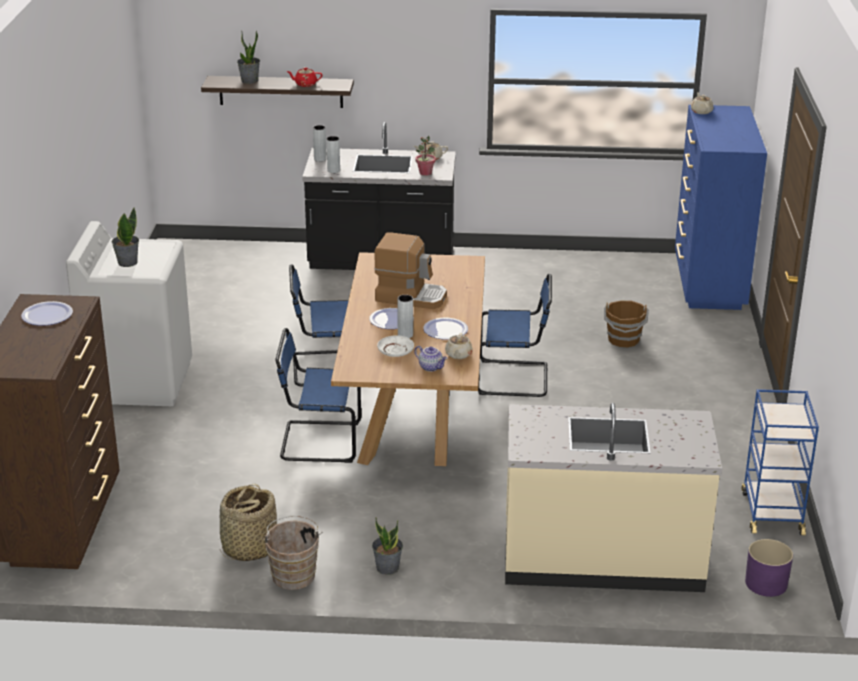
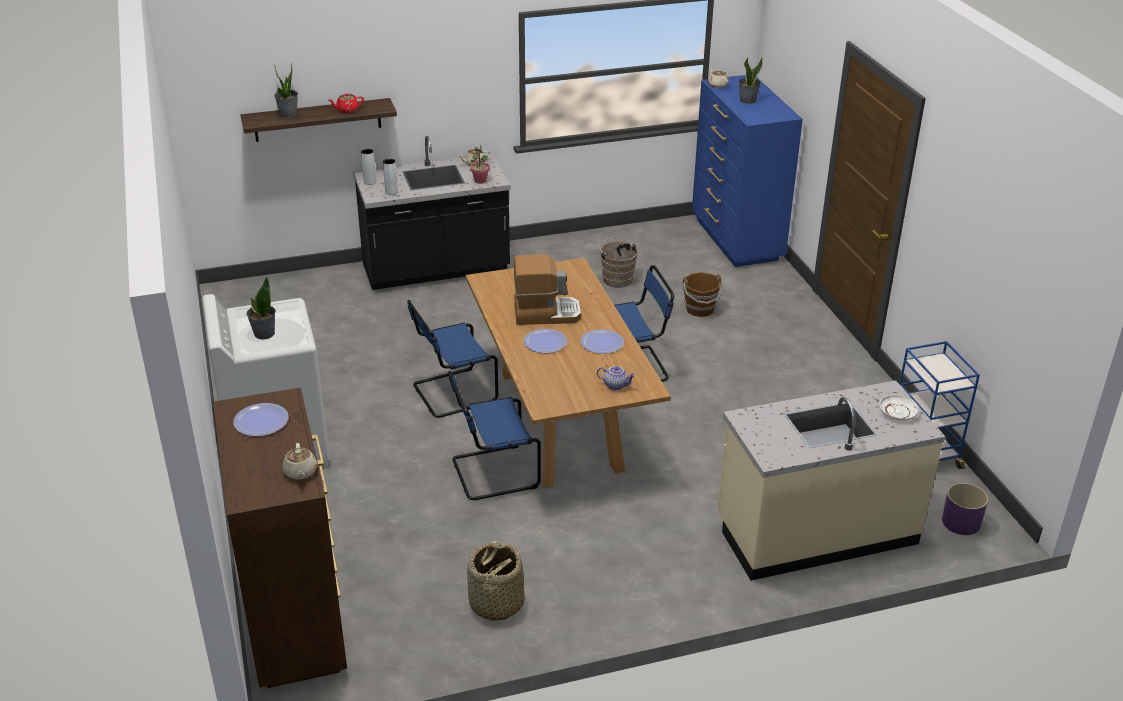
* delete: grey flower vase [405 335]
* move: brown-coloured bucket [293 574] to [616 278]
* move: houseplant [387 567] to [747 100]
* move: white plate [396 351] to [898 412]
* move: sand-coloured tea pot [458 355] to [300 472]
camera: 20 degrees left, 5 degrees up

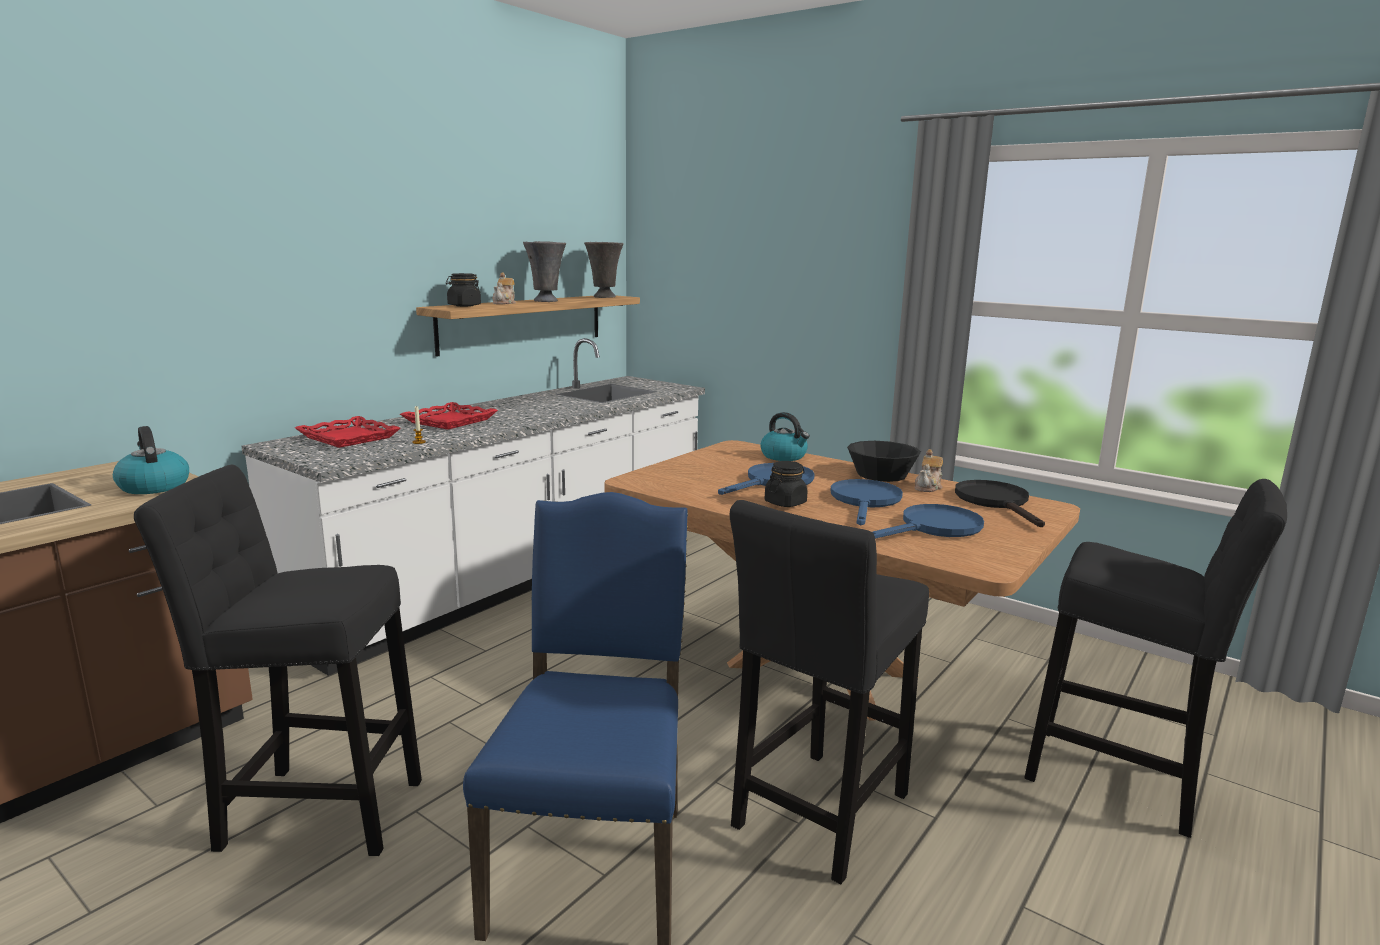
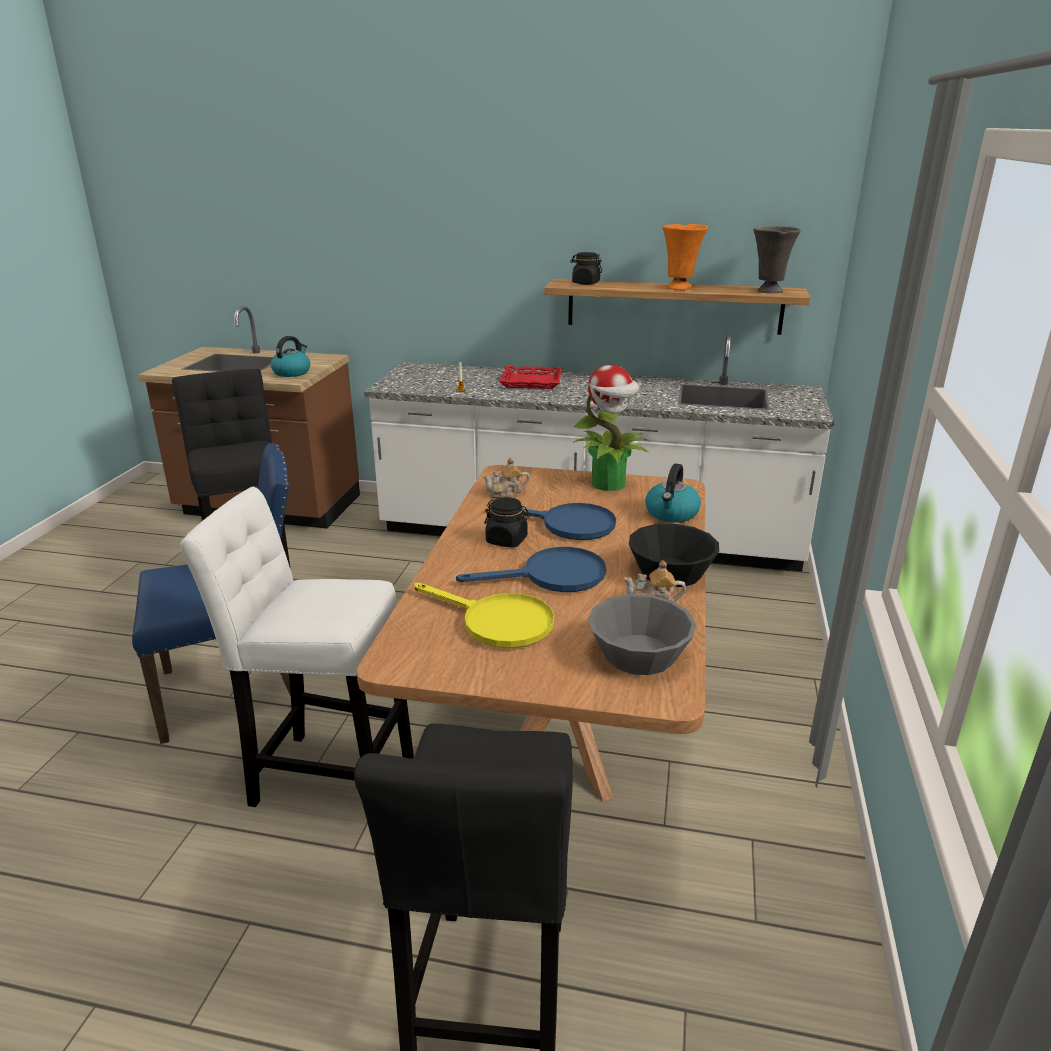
* delete: red-coloured carrying tray [348 438]
* insert: houseplant [609 484]
* move: tea pot [504 303] to [506 494]
* replace: black-coloured skillet [996 502] to grey deep dish [639 654]
* recolor: grey flower vase [546 301] to orange-coloured flower vase [680 288]
* recolor: black-coloured stool [817 816] to white stool [325 777]
* recolor: blue-coloured skillet [933 528] to yellowish skillet [497 622]
camera: 65 degrees right, 10 degrees up

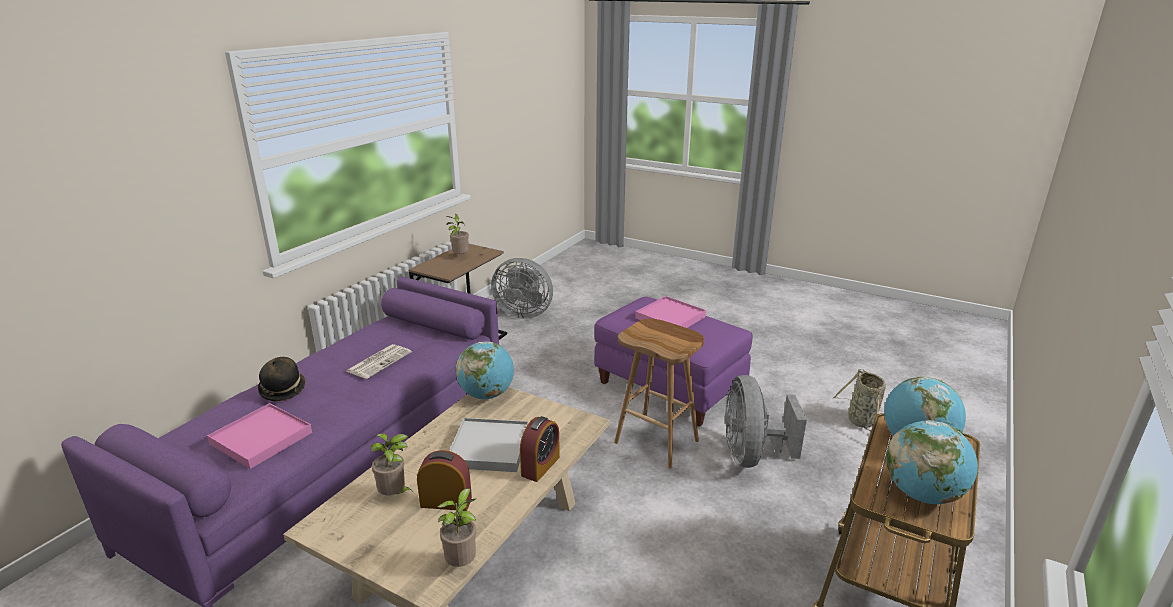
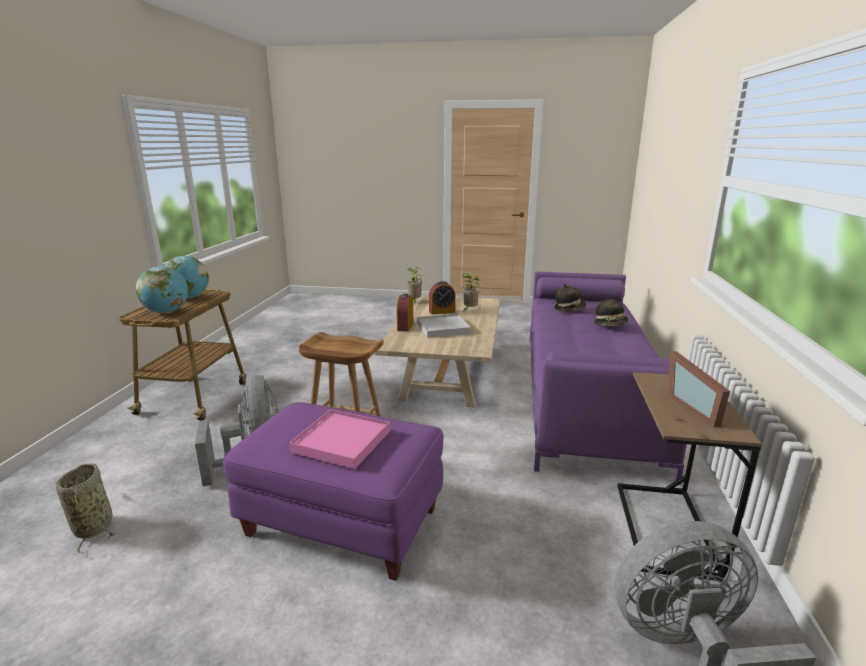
* delete: newspaper [379 361]
* delete: desk globe [487 395]
* replace: pink-coloured carrying tray [261 438] to hat [569 309]
* replace: houseplant [459 257] to photo frame [696 408]
camera: 160 degrees right, 5 degrees down

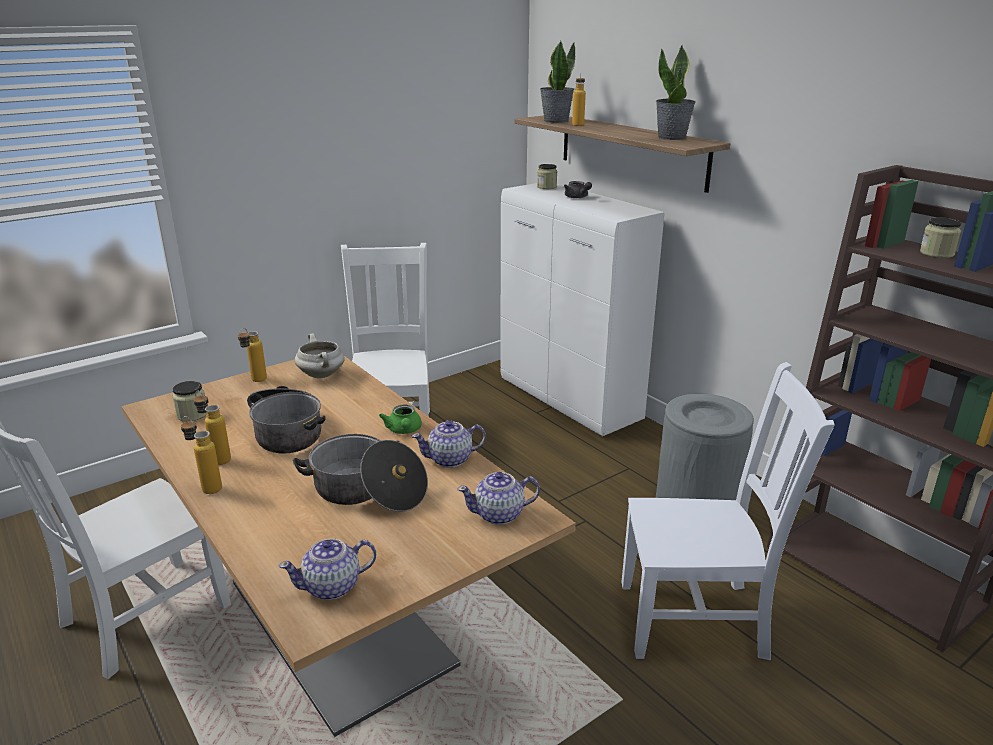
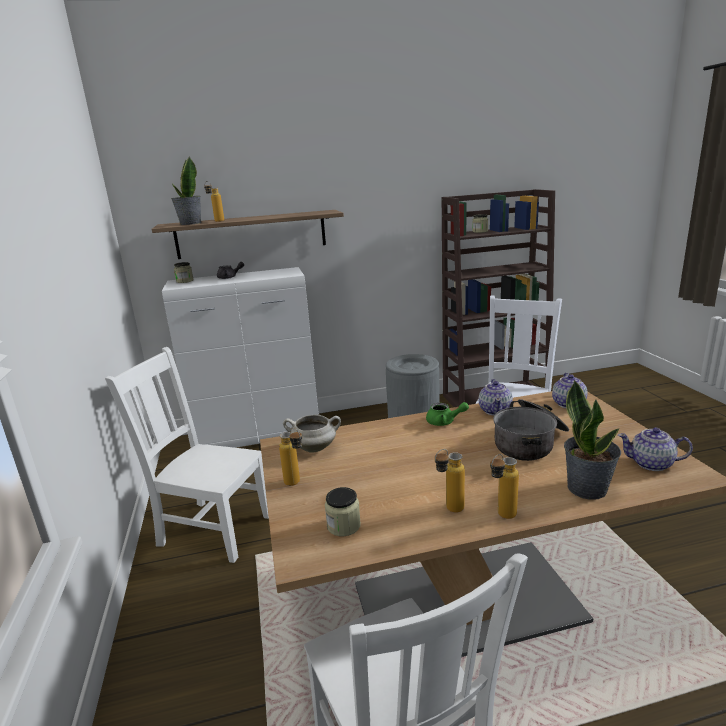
* delete: saucepot [288 432]
* move: houseplant [672 137] to [587 488]
* rotate: tea pot [332 586] = [651 464] 105 degrees clockwise
camera: 65 degrees left, 5 degrees down

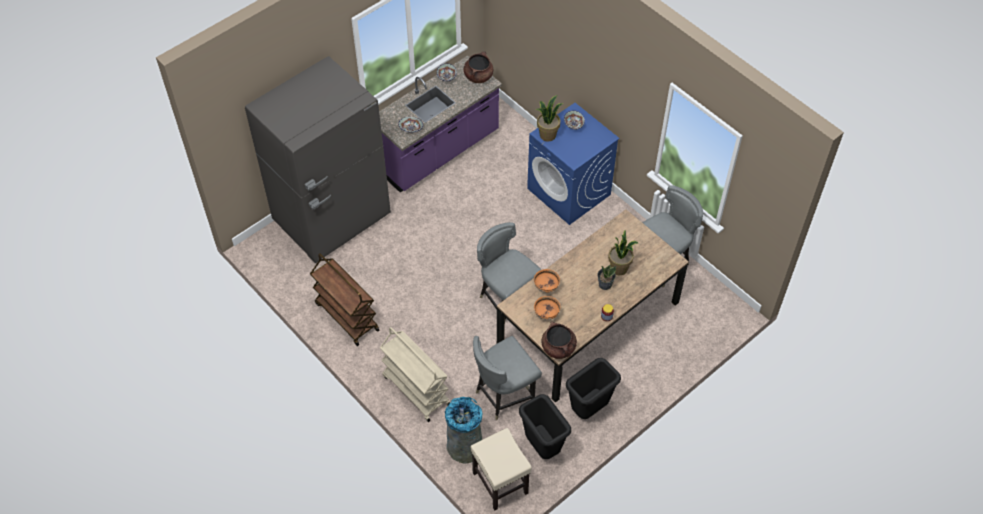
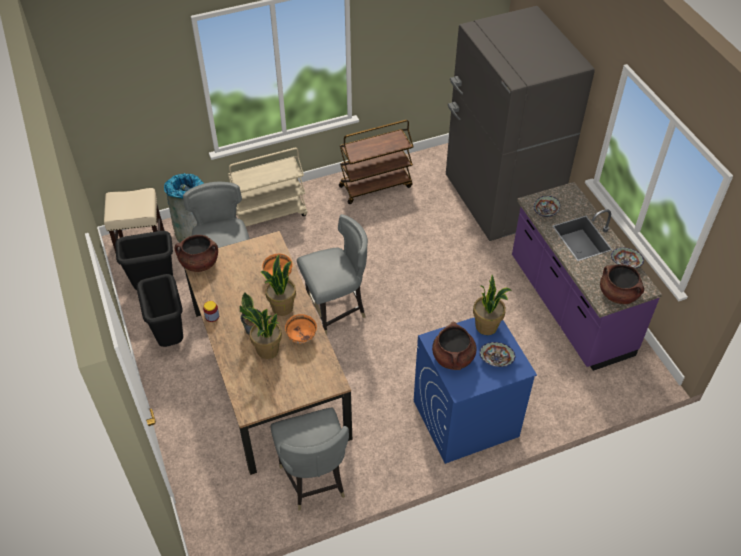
* insert: houseplant [282 307]
* insert: brown-coloured saucepot [453 357]
* move: orange-coloured deep dish [546 314] to [302 337]
camera: 110 degrees right, 5 degrees down

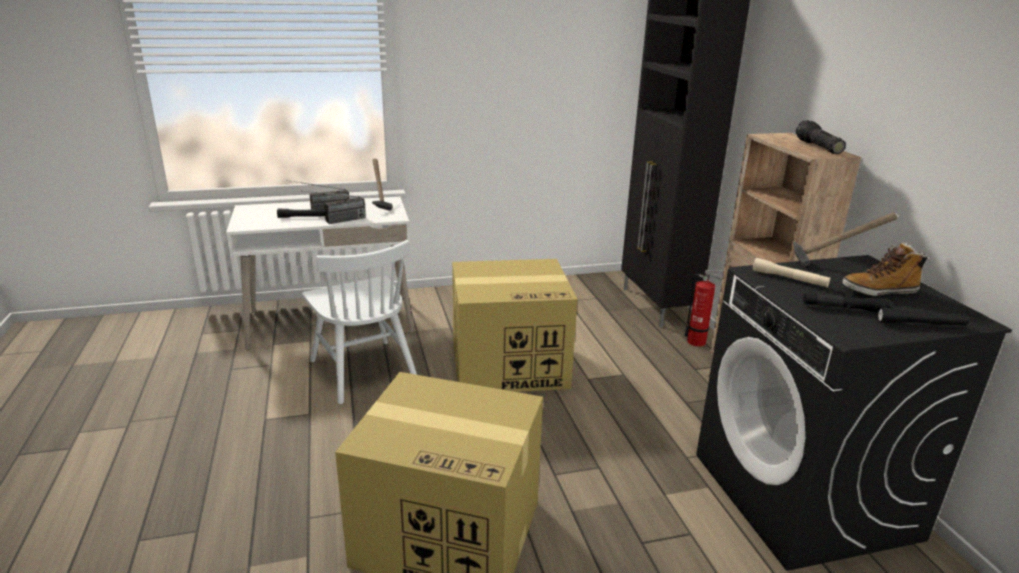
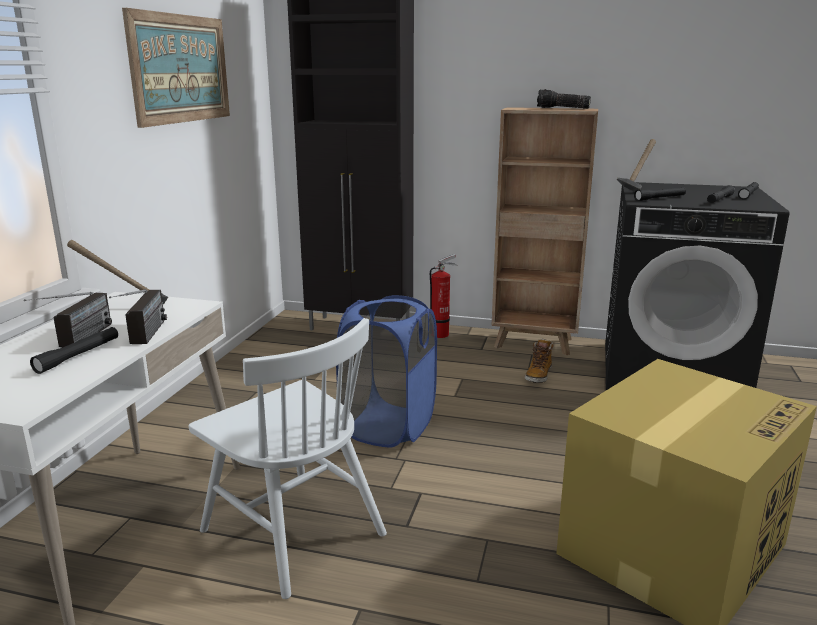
* insert: wall picture [181 69]
* move: high-top boot [879 291] to [538 375]
* replace: packing box [510 365] to blue-coloured washing basket [388 426]
* recolor: sand-coloured torch [789 279] to black-coloured torch [660 198]
* rotate: white plain chair [363 371] = [292 532] 45 degrees clockwise
camera: 60 degrees left, 5 degrees down

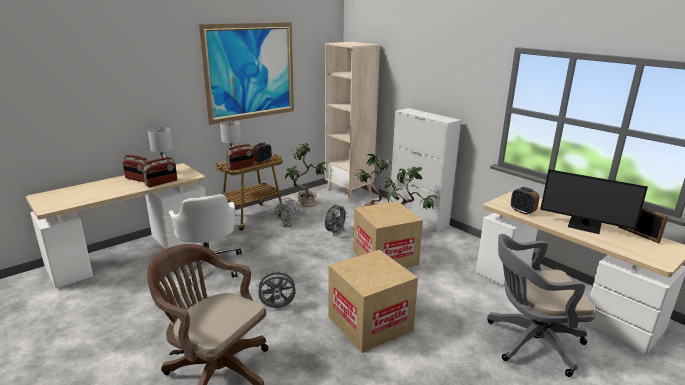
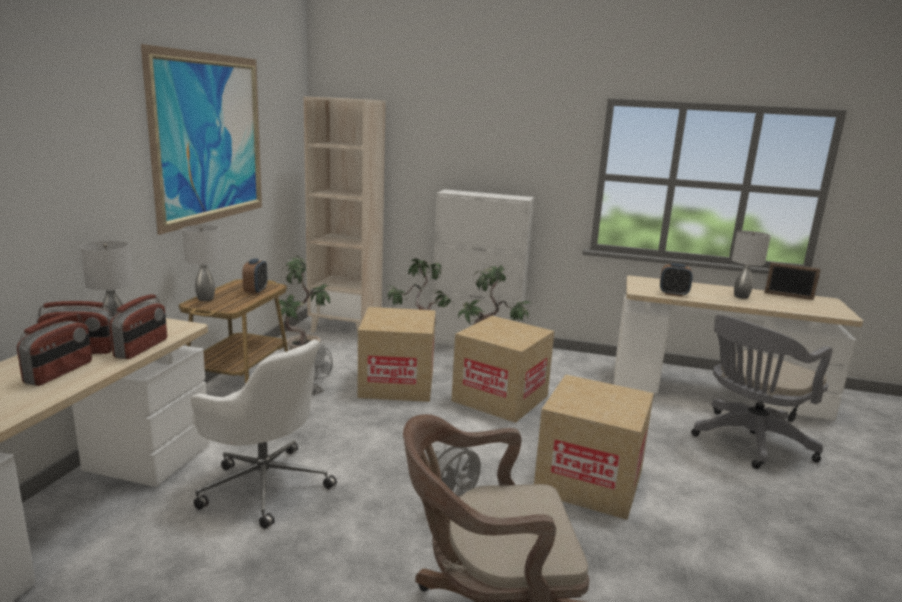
* move: radio receiver [241 167] to [59 372]
* replace: grey fan [335 232] to packing box [397 384]
* replace: monitor [584 225] to grey lamp for a table [741 296]
camera: 35 degrees left, 5 degrees down

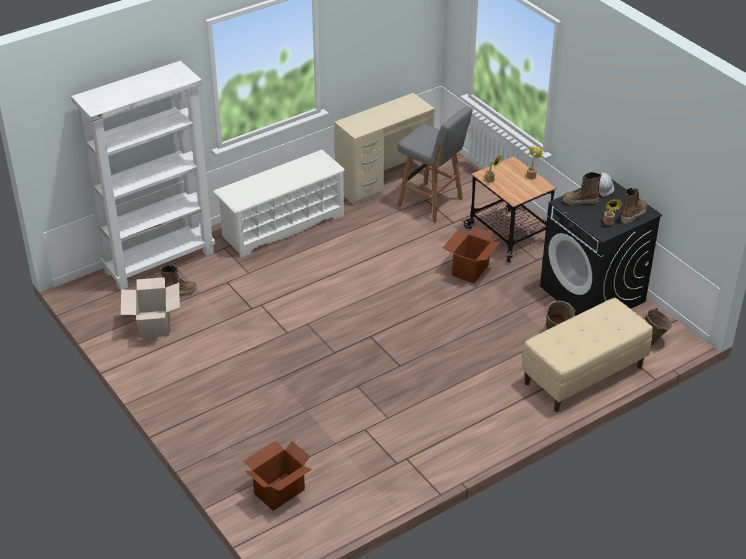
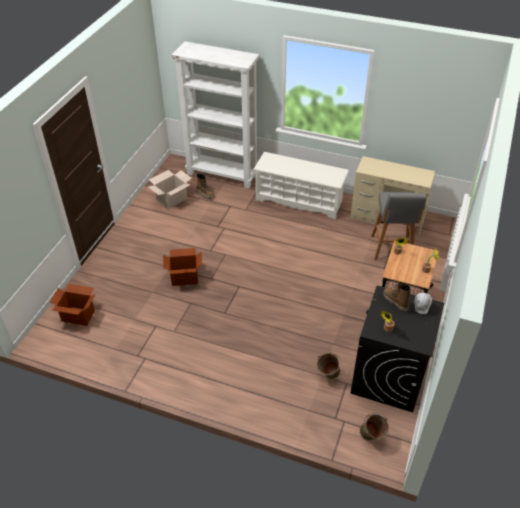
* delete: sand-coloured long seat [583 375]
* delete: high-top boot [633 215]
* move: packing box [470 270] to [184 277]
camera: 55 degrees right, 5 degrees up

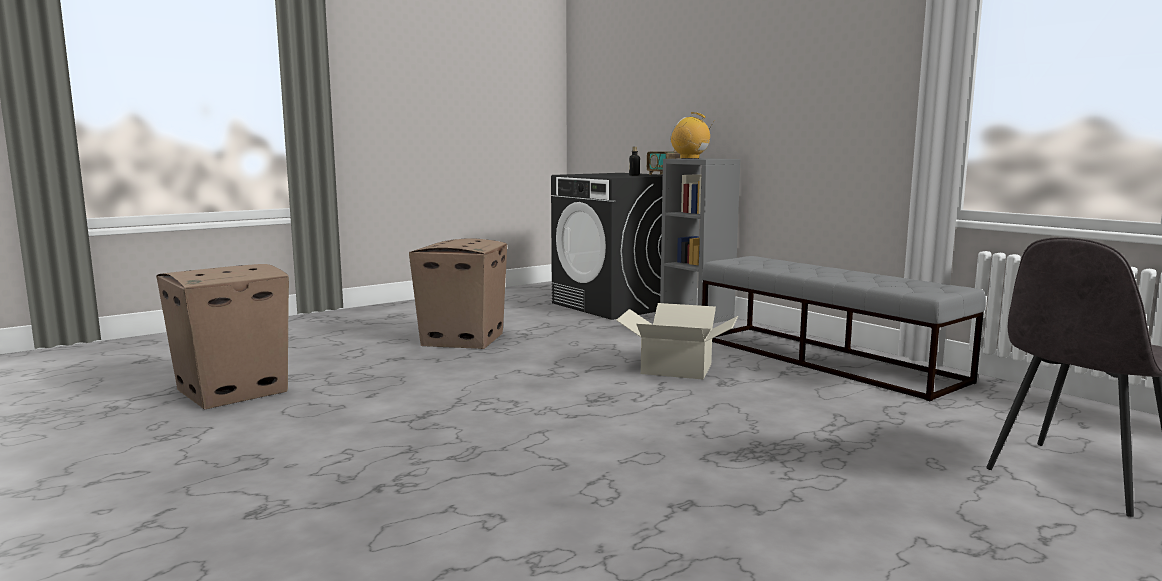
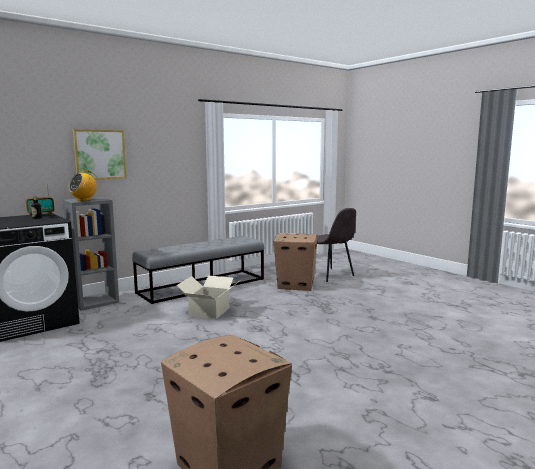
* insert: wall picture [100 154]
* move: packing box [463 339] to [295 285]
camera: 90 degrees left, 0 degrees up

